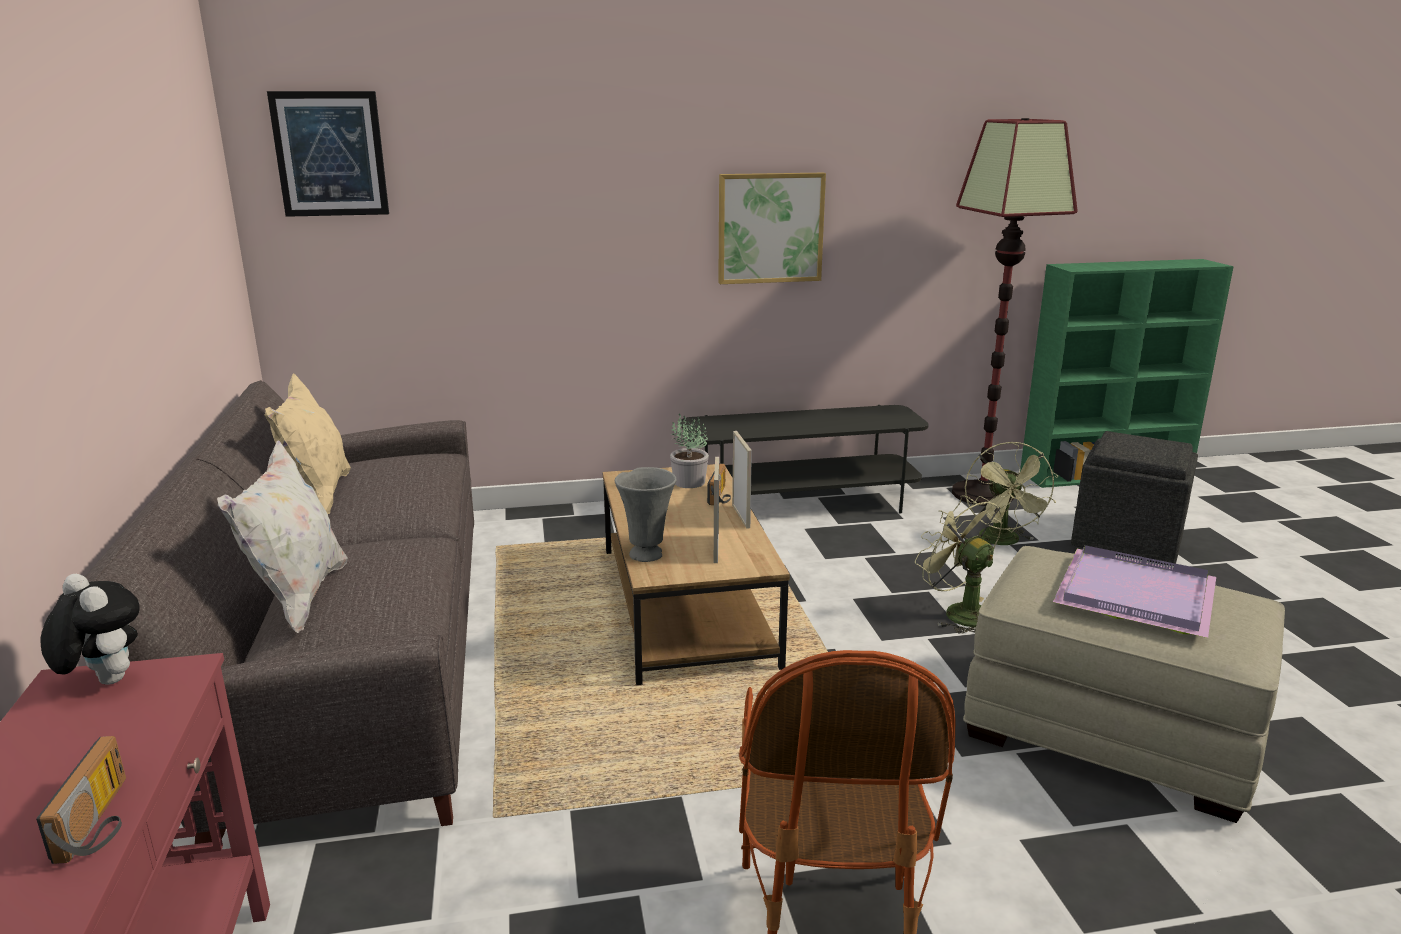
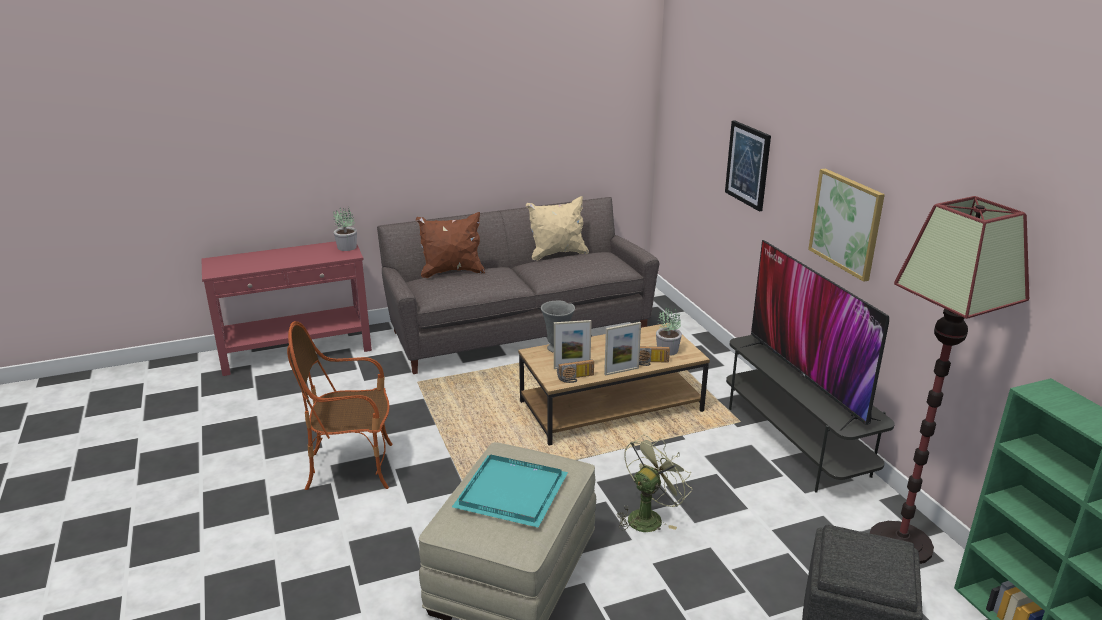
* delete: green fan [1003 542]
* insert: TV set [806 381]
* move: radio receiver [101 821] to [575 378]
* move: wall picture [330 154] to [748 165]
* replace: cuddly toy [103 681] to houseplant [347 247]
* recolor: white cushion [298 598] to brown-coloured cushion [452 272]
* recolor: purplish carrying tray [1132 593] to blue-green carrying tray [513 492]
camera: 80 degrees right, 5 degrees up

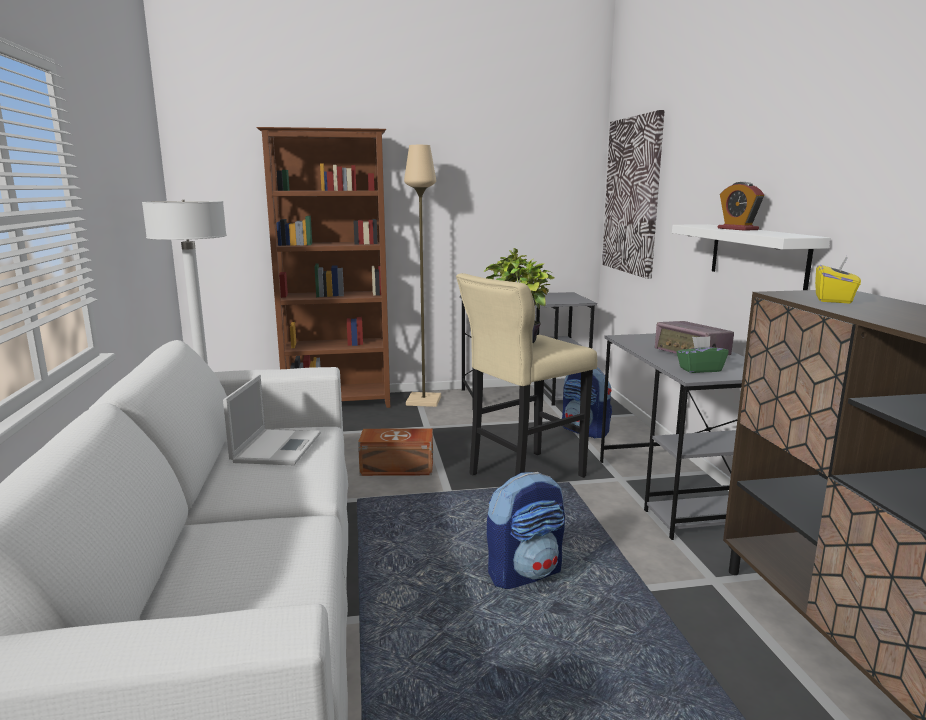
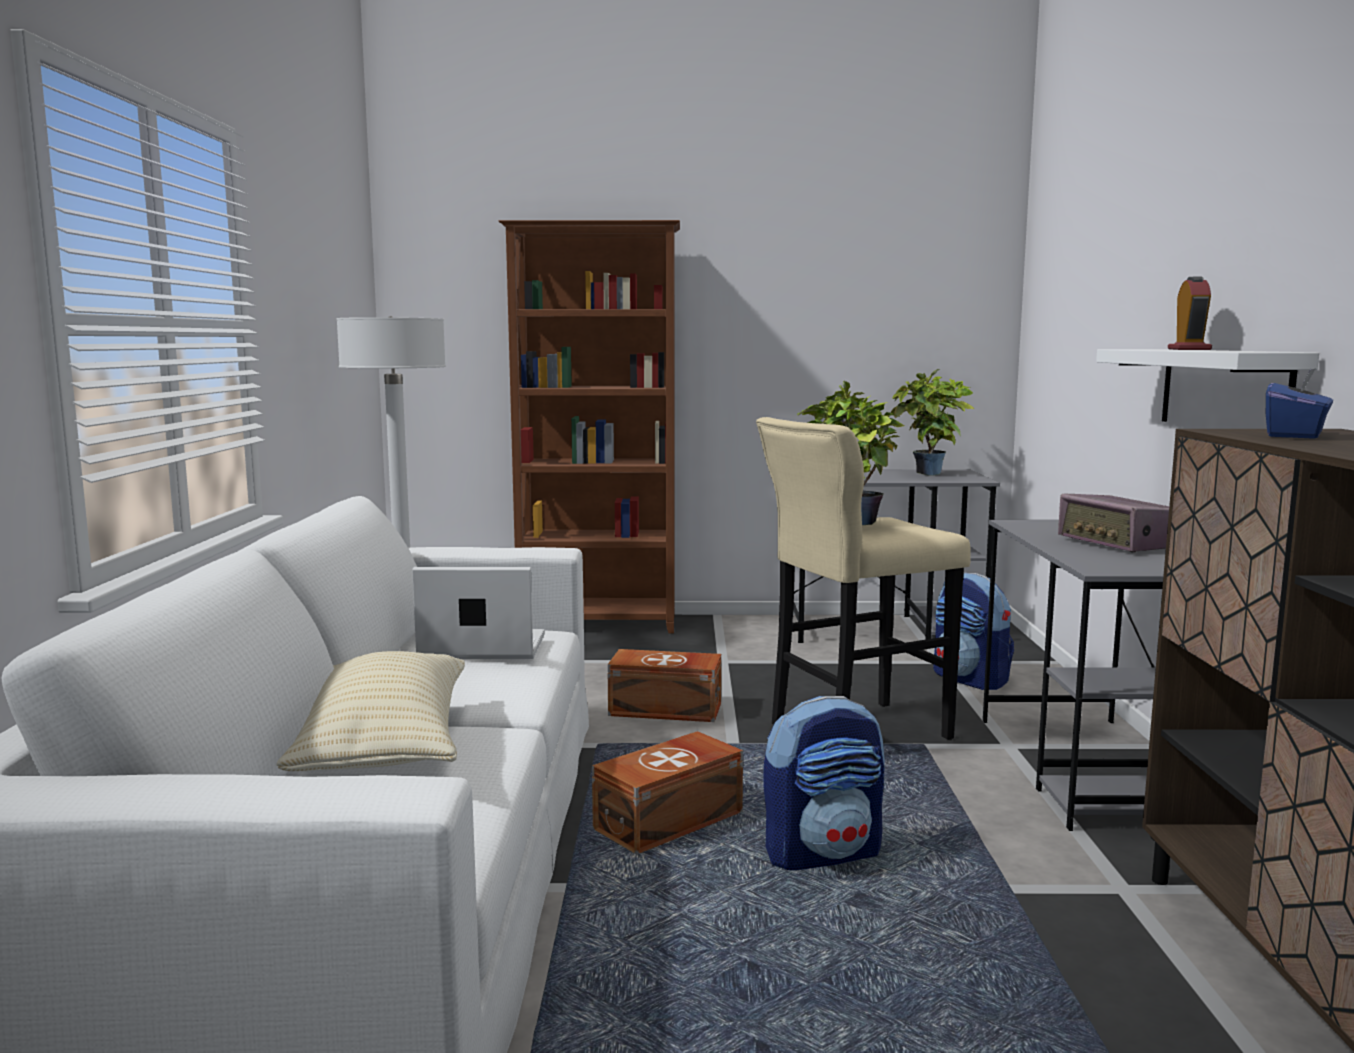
* delete: sand-coloured standard lamp [423 401]
* delete: wall picture [632 196]
* delete: green tissue box [700 369]
* insert: sand-coloured cushion [385 747]
* insert: brown-coloured storage bin [672 822]
* insert: houseplant [929 475]
* recolor: yellowish tissue box [834 299] to blue-coloured tissue box [1295 436]
* rotate: notebook computer [277 447] = [480 647] 105 degrees counterclockwise
* rotate: table clock [737 229] = [1189 349] 150 degrees counterclockwise
camera: 10 degrees right, 5 degrees down

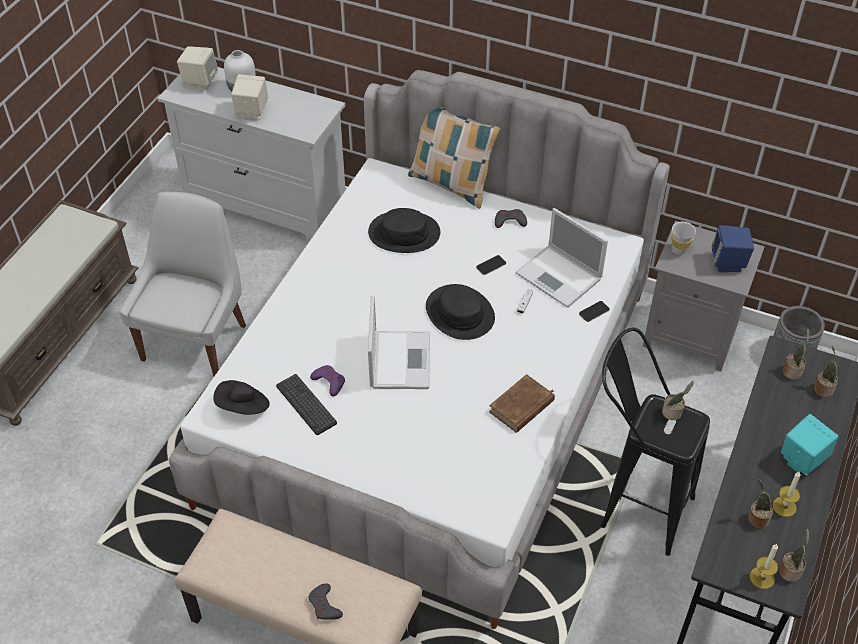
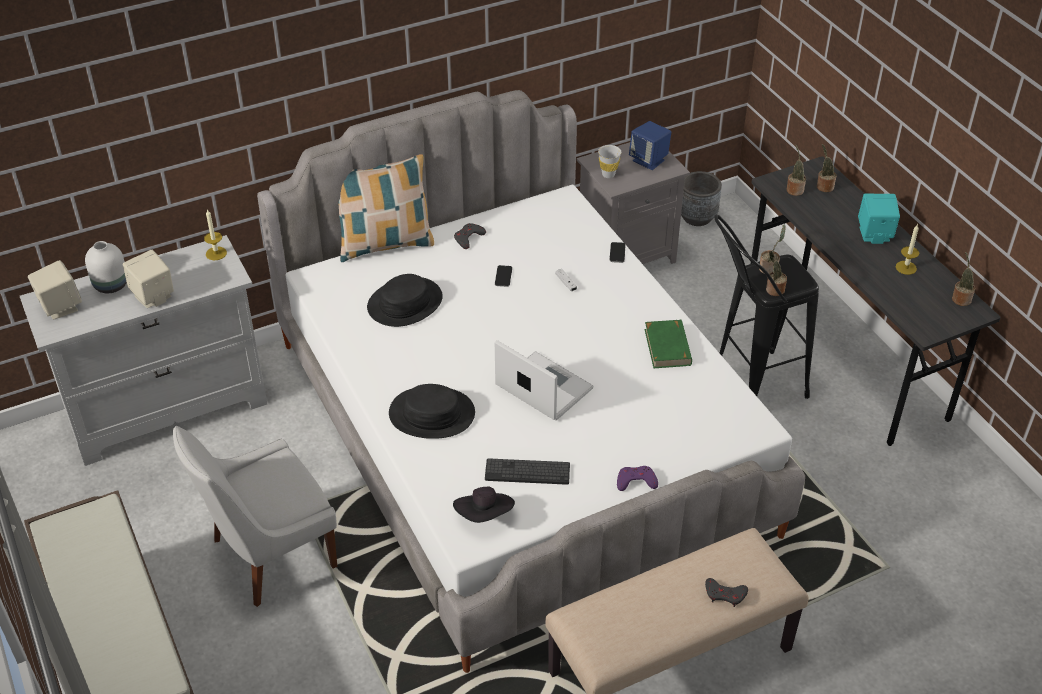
* delete: notebook computer [560 277]
* move: purplish game controller [329 382] to [636 481]
* move: black-coloured hat [459 313] to [432 414]
* move: houseplant [757 518] to [773 290]
* move: candle [762 578] to [216 253]
* recolor: brown-coloured book [522 406] to green book [668 347]
* rotate: white plain chair [196 339] = [269 555] 90 degrees counterclockwise
camera: 50 degrees left, 5 degrees down

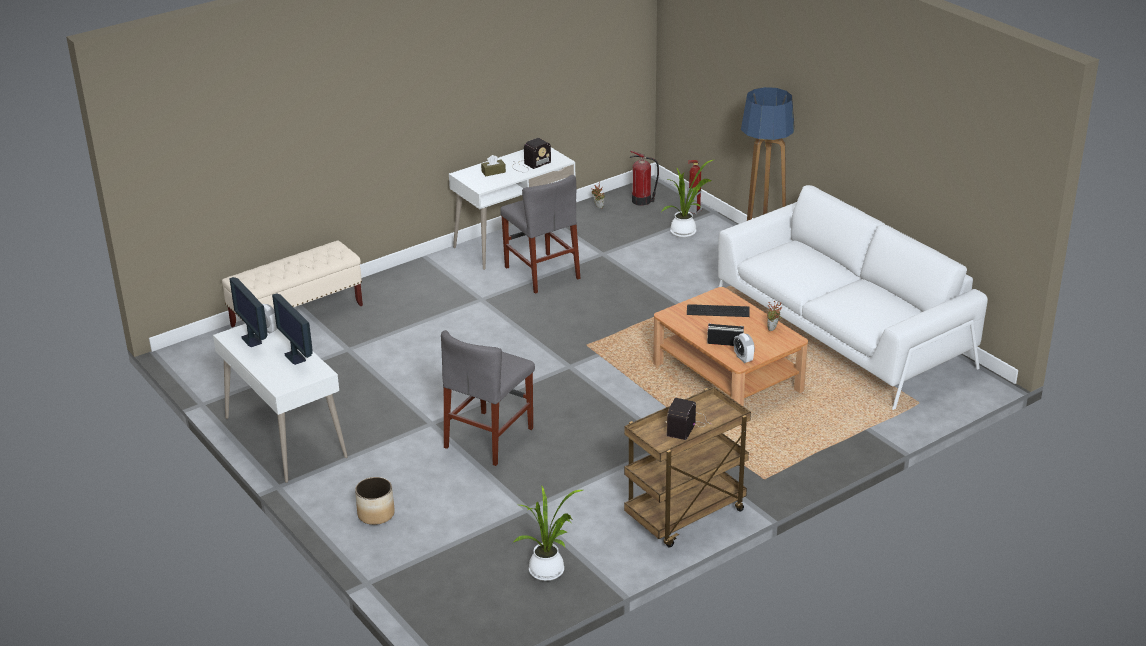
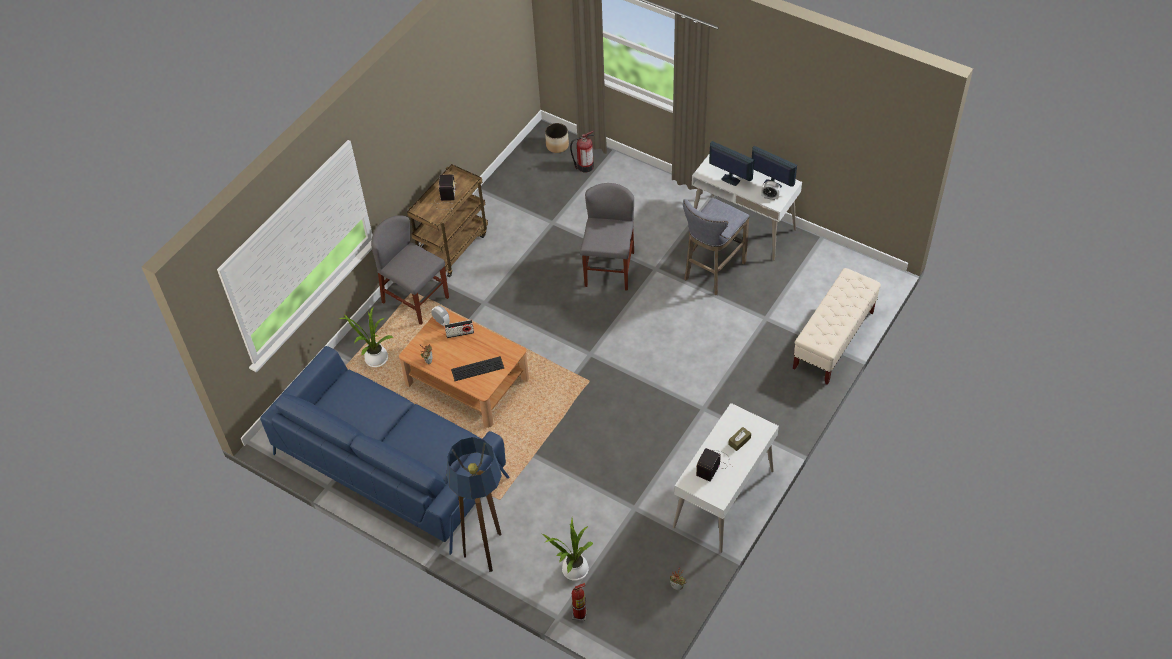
* insert: grey stool [712 272]
* move: plant pot [375 514] to [557 145]
* move: grey plain chair [542 273] to [415 300]
* move: houseplant [549 571] to [374 359]
* move: fire-fighting cylinder [642 201] to [584 166]
* recolor: white settee [842 331] to blue-coloured settee [390 465]
camera: 160 degrees right, 20 degrees up

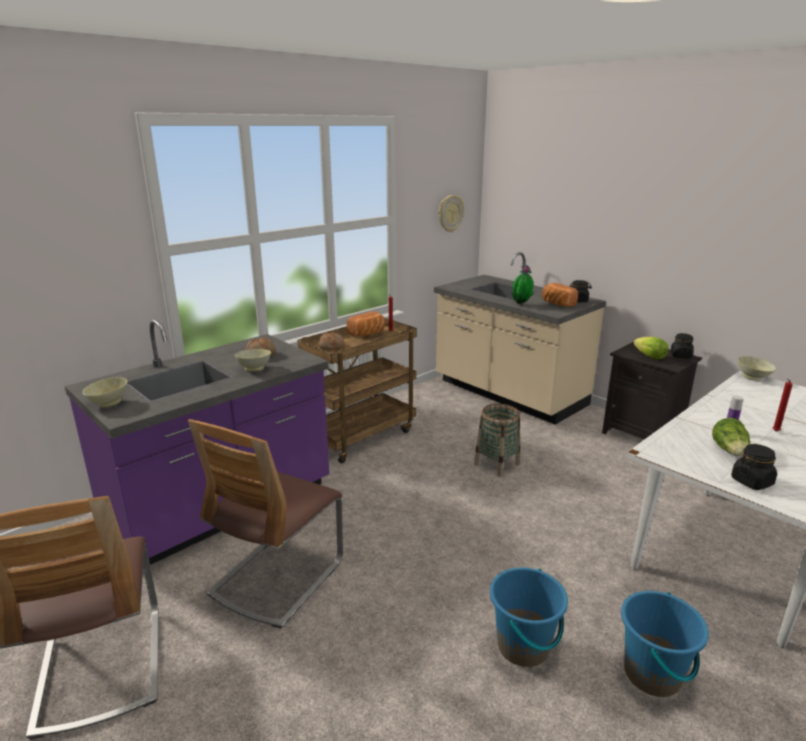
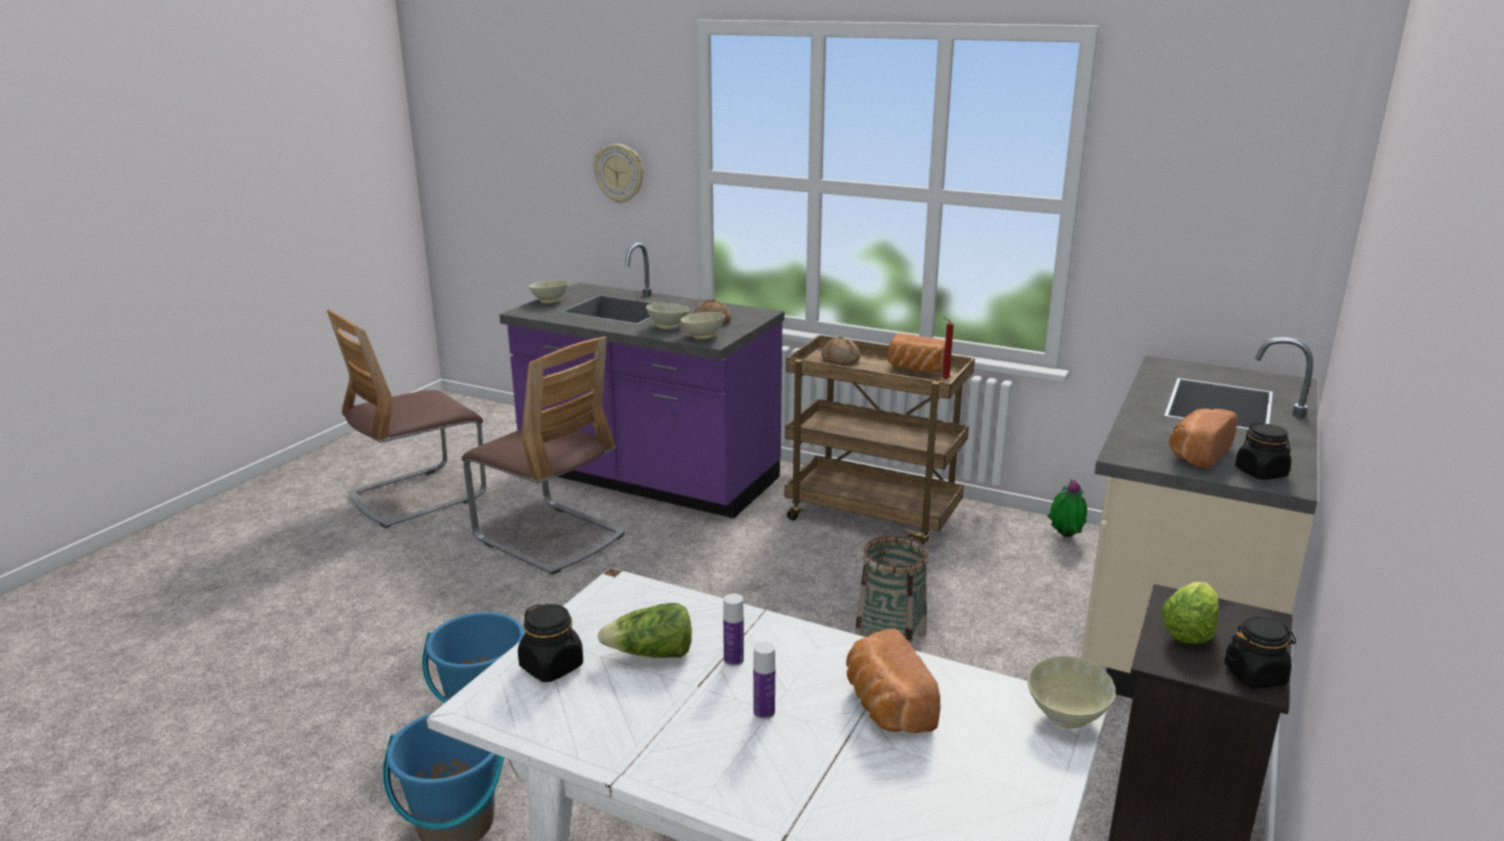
* insert: sand-coloured deep dish [703 336]
* insert: bakery bread [885 706]
* move: wall clock [450 213] to [619 173]
* move: houseplant [521 304] to [1064 538]
* replace: red-coloured candle [775 431] to bottle [764 712]
* rotate: plain chair [277 577] = [549 537] 150 degrees counterclockwise
camera: 70 degrees right, 0 degrees up

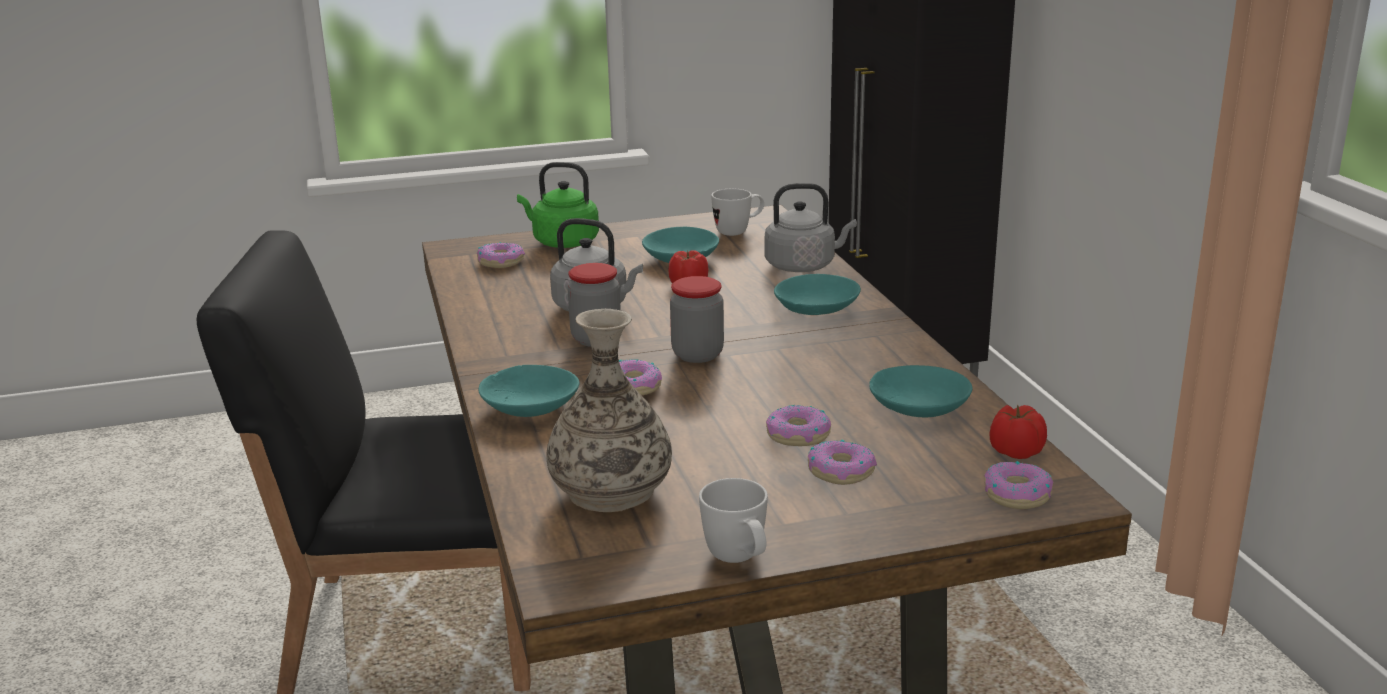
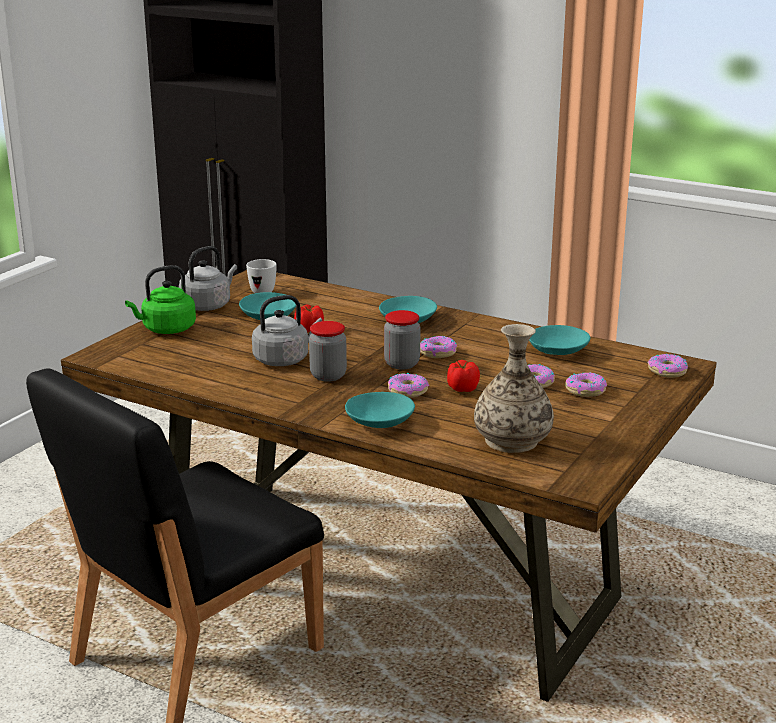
* delete: white coffee mug [739 560]
* move: donut [500 262] to [438 352]
* move: grey tea kettle [803 266] to [208 305]
* move: tomato [1015 452] to [462 389]
camera: 45 degrees left, 0 degrees up

